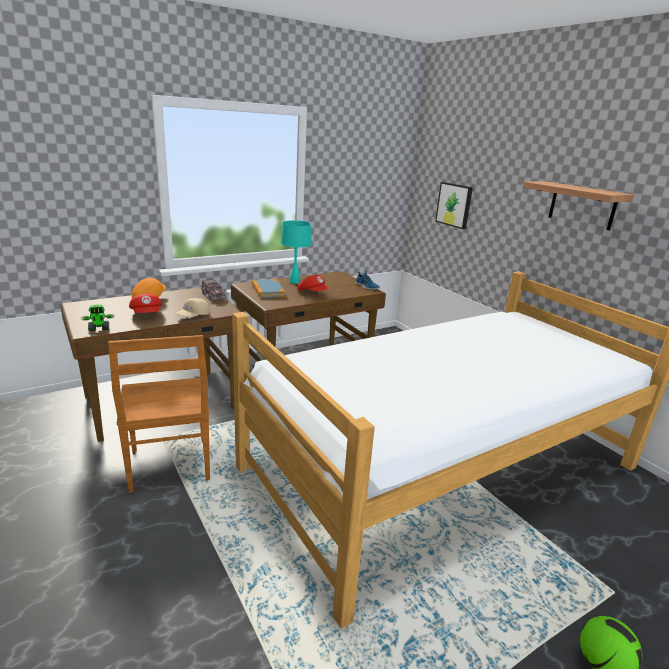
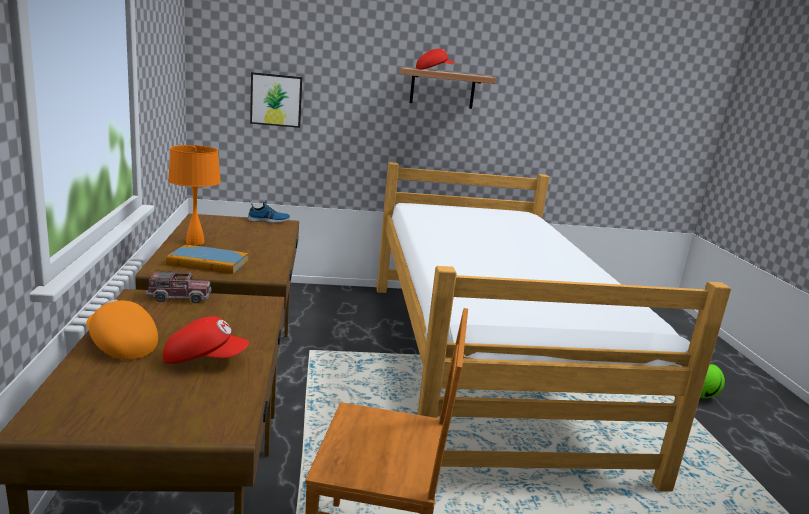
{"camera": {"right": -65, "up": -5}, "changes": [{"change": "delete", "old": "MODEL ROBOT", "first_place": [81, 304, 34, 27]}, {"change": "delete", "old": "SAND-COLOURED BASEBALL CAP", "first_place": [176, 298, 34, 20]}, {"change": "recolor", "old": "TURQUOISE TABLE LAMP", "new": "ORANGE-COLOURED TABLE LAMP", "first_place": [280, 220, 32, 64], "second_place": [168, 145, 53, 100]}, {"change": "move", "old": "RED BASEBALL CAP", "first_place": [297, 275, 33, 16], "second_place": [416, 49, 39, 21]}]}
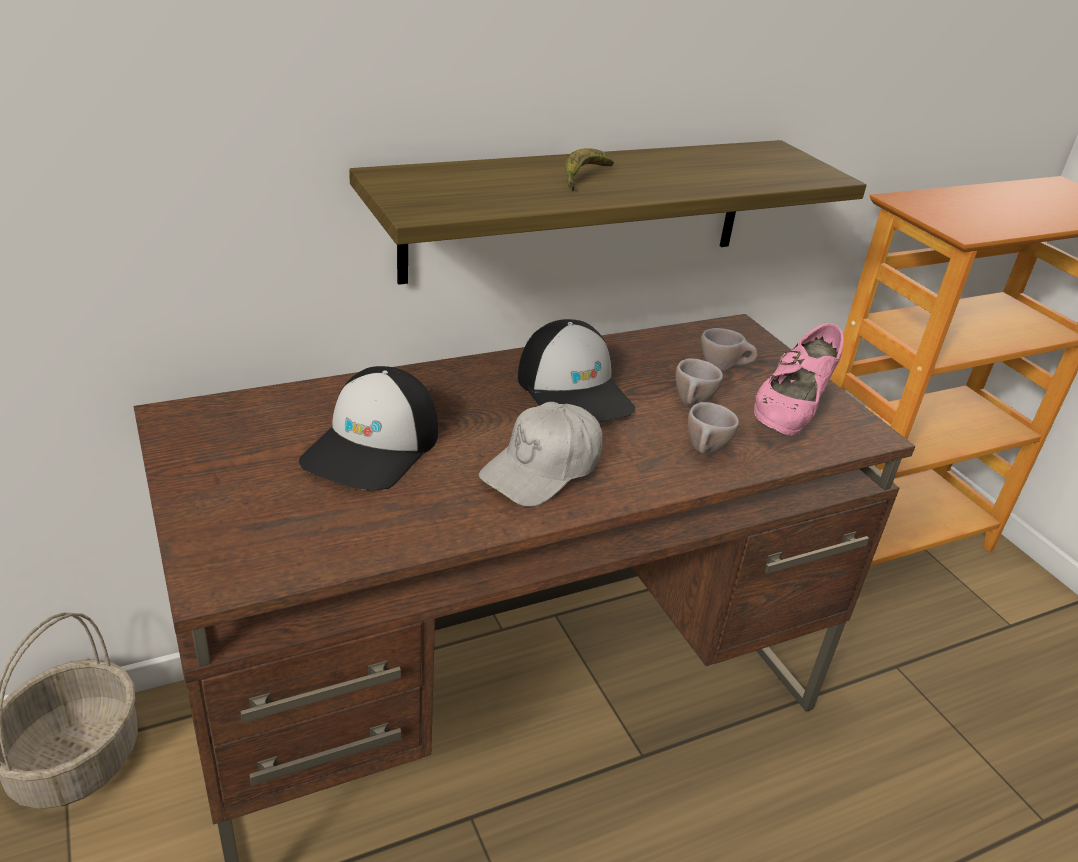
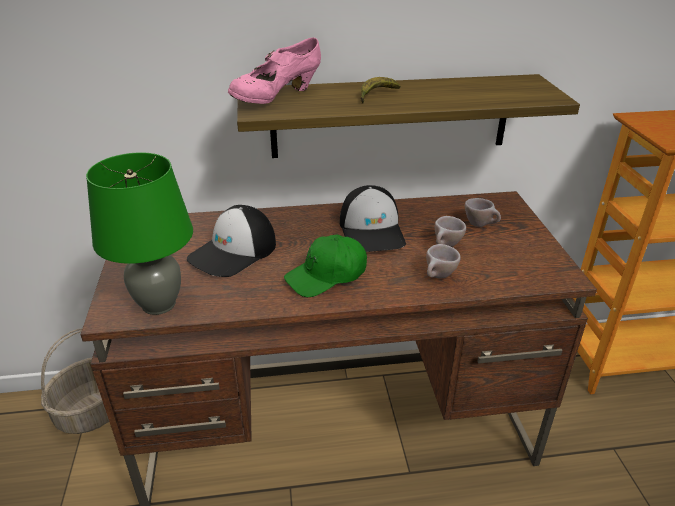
{"camera": {"right": 20, "up": 0}, "changes": [{"change": "recolor", "old": "WHITISH BASEBALL CAP", "new": "GREEN-COLOURED BASEBALL CAP", "first_place": [478, 402, 125, 105], "second_place": [284, 234, 83, 63]}, {"change": "move", "old": "PINK-COLOURED ITEM OF FOOTWEAR", "first_place": [754, 323, 90, 113], "second_place": [228, 37, 93, 67]}, {"change": "insert", "new": "GREEN-COLOURED TABLE LAMP", "second_place": [86, 152, 107, 163]}]}
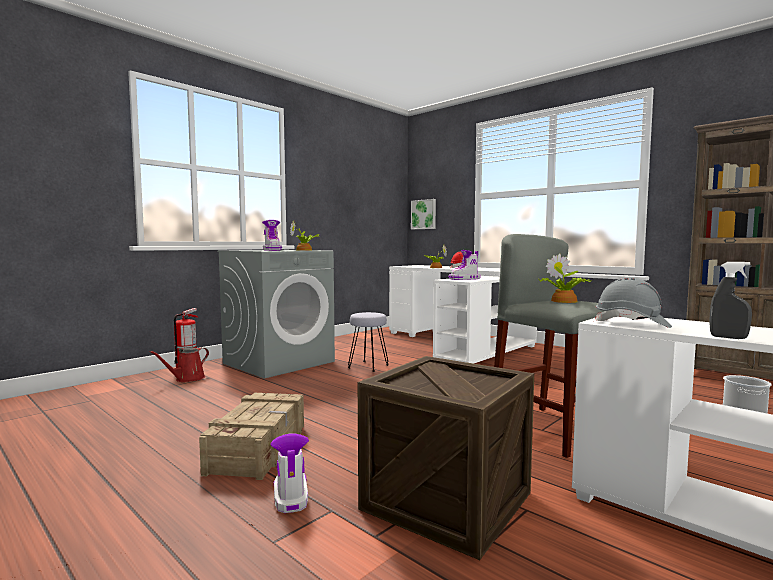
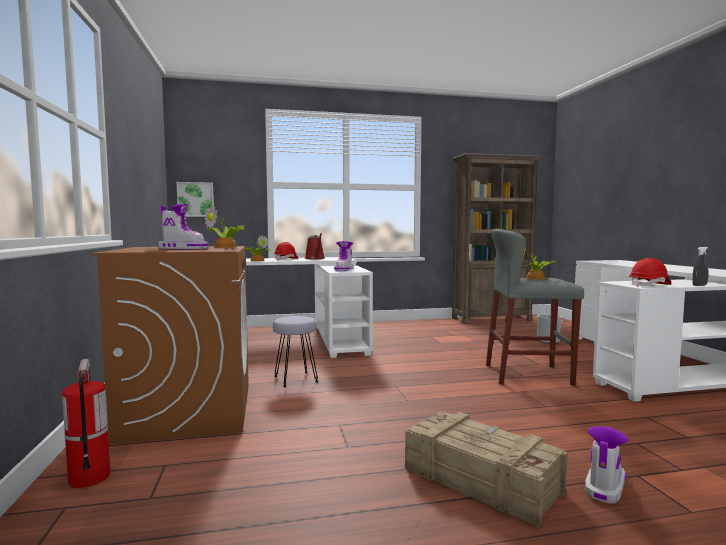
{"camera": {"right": -55, "up": 0}, "changes": [{"change": "move", "old": "RED WATERING POT", "first_place": [150, 347, 59, 35], "second_place": [305, 233, 19, 26]}, {"change": "recolor", "old": "GRAY LAUNDRY APPLIANCE", "new": "BROWN-COLOURED LAUNDRY APPLIANCE", "first_place": [217, 250, 118, 129], "second_place": [92, 246, 157, 198]}, {"change": "rotate", "old": "TALL BOOT", "first_place": [271, 434, 38, 79], "second_place": [585, 426, 44, 77], "degrees": 105}, {"change": "delete", "old": "SHIPPING CRATE", "first_place": [358, 356, 176, 204]}, {"change": "recolor", "old": "GRAY HARD HAT", "new": "RED HARD HAT", "first_place": [594, 277, 78, 51], "second_place": [629, 258, 43, 29]}]}
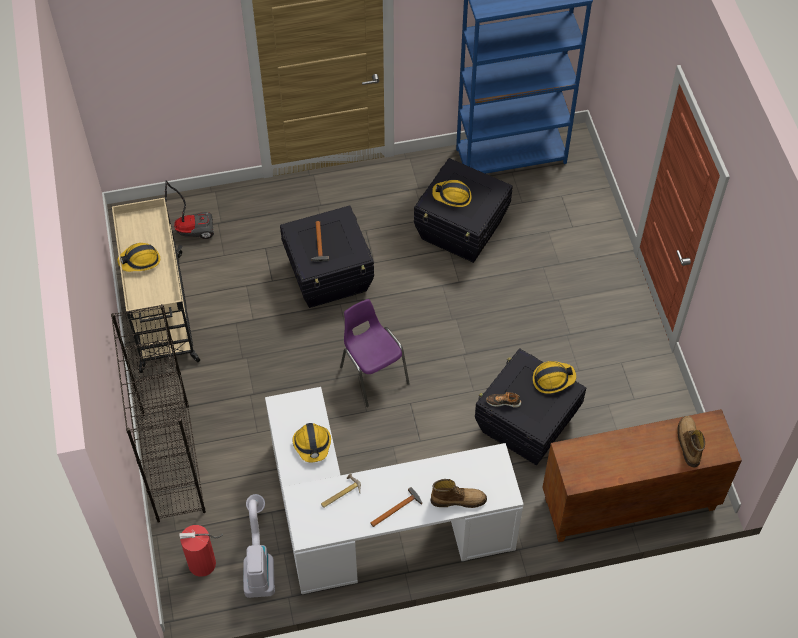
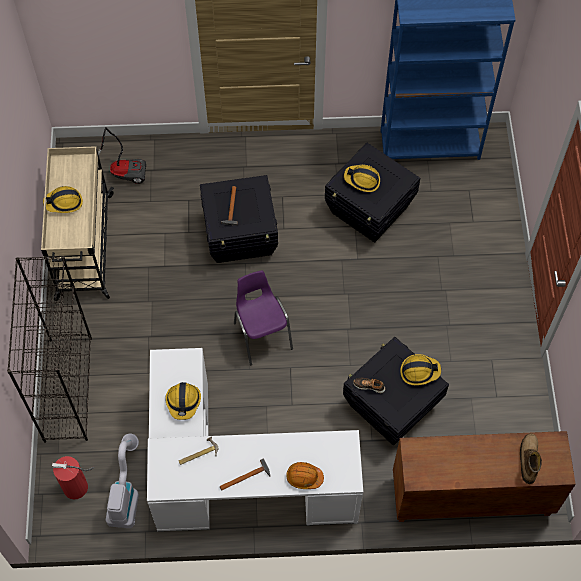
{"camera": {"right": 10, "up": 5}, "changes": [{"change": "replace", "old": "TALL BOOT", "new": "ORANGE-COLOURED HARD HAT", "first_place": [430, 479, 57, 29], "second_place": [287, 462, 37, 27]}]}
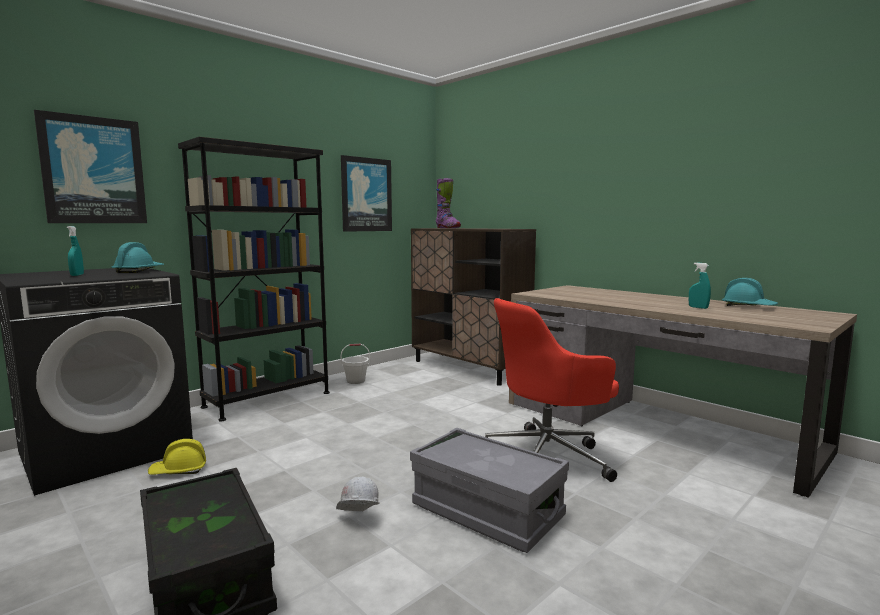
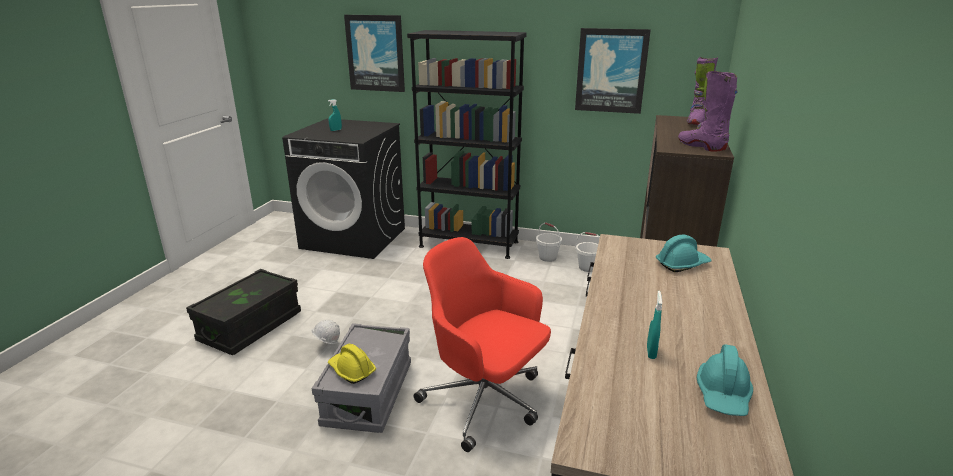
{"camera": {"right": 60, "up": 15}, "changes": [{"change": "move", "old": "TURQUOISE HARD HAT", "first_place": [112, 242, 52, 31], "second_place": [656, 235, 55, 37]}, {"change": "move", "old": "YELLOW-COLOURED HARD HAT", "first_place": [148, 439, 58, 36], "second_place": [328, 344, 48, 40]}, {"change": "insert", "new": "WHITISH WATER BUCKET", "second_place": [575, 232, 25, 40]}, {"change": "insert", "new": "PURPLE TALL BOOT", "second_place": [678, 71, 60, 81]}]}
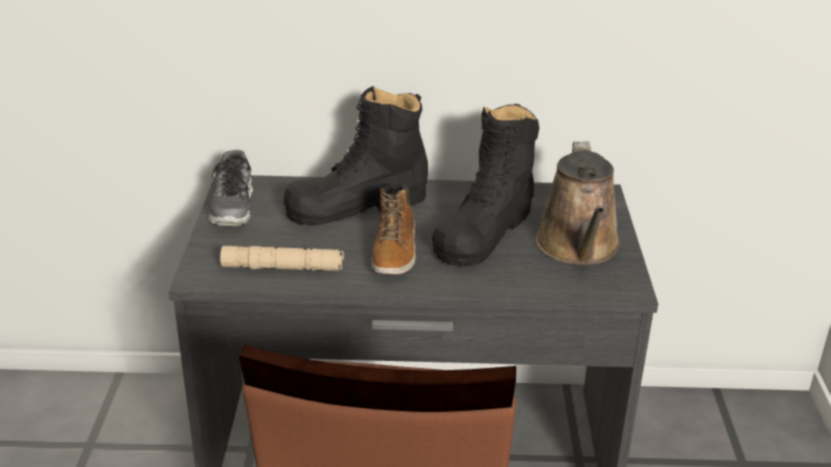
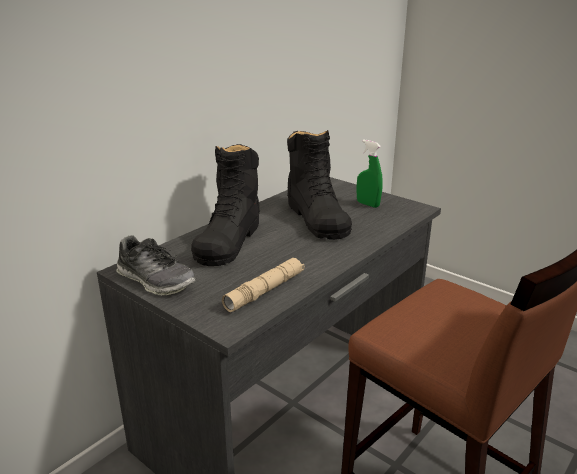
{"camera": {"right": -50, "up": -5}, "changes": [{"change": "delete", "old": "TALL BOOT", "first_place": [372, 184, 44, 91]}, {"change": "replace", "old": "BROWN-COLOURED WATERING POT", "new": "GREEN-COLOURED SPRAY BOTTLE", "first_place": [536, 141, 84, 124], "second_place": [357, 139, 26, 69]}]}
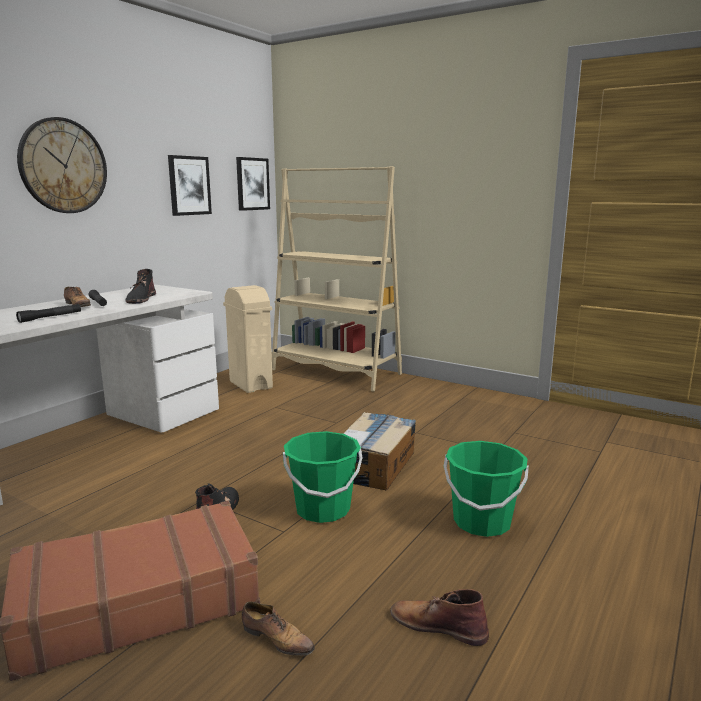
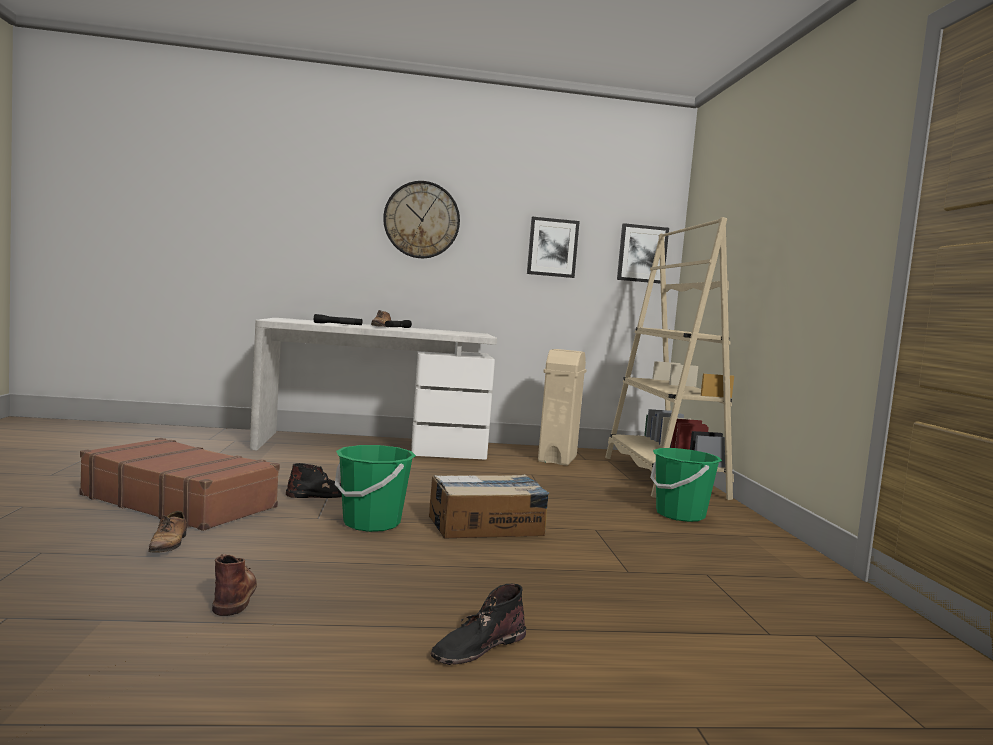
{"camera": {"right": 50, "up": -10}, "changes": [{"change": "move", "old": "BLACK-COLOURED TALL BOOT", "first_place": [126, 269, 30, 35], "second_place": [431, 583, 95, 82]}, {"change": "move", "old": "GREEN-COLOURED WATER BUCKET", "first_place": [444, 441, 85, 96], "second_place": [650, 448, 72, 74]}]}
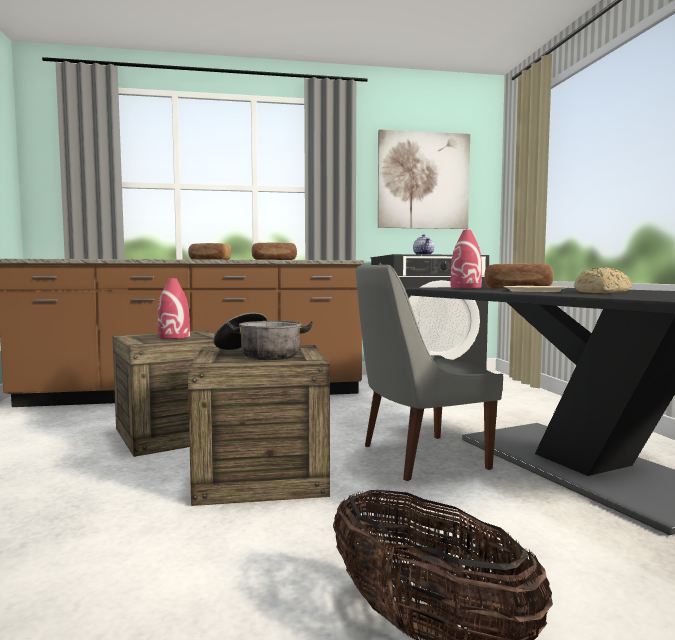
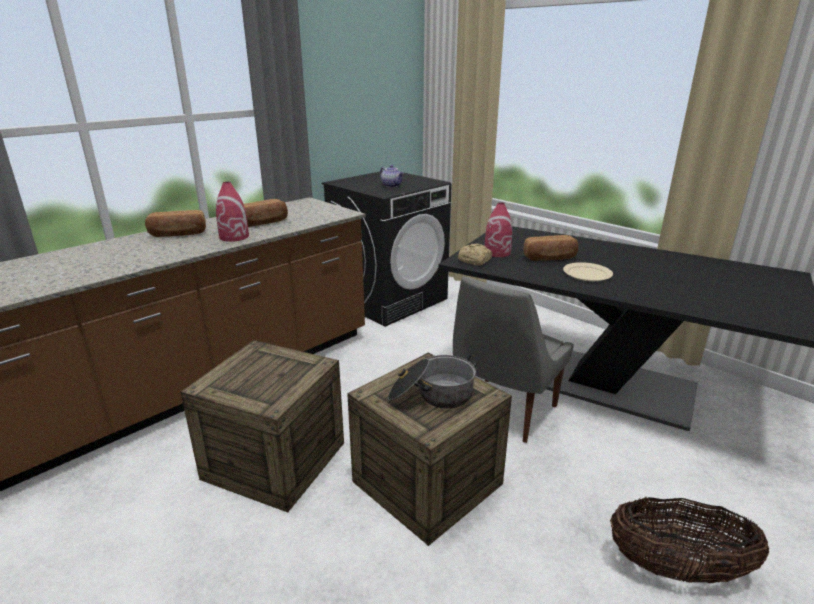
{"camera": {"right": -35, "up": 20}, "changes": [{"change": "move", "old": "RED VASE", "first_place": [158, 278, 32, 61], "second_place": [216, 182, 33, 60]}, {"change": "delete", "old": "WALL PICTURE", "first_place": [378, 130, 92, 99]}, {"change": "move", "old": "BREAD", "first_place": [574, 267, 58, 26], "second_place": [458, 243, 34, 23]}]}
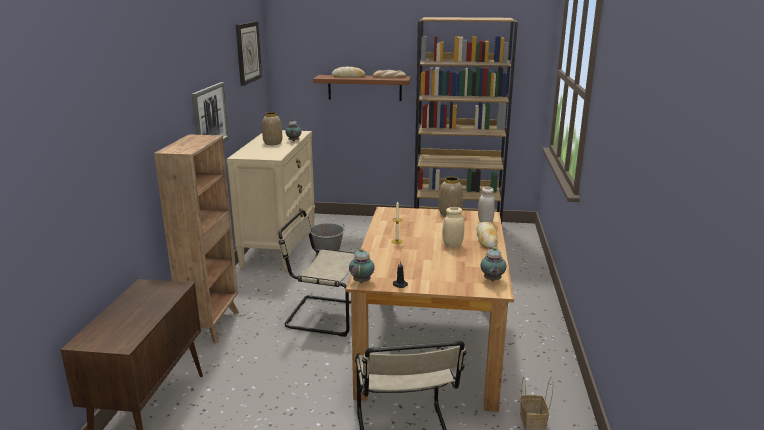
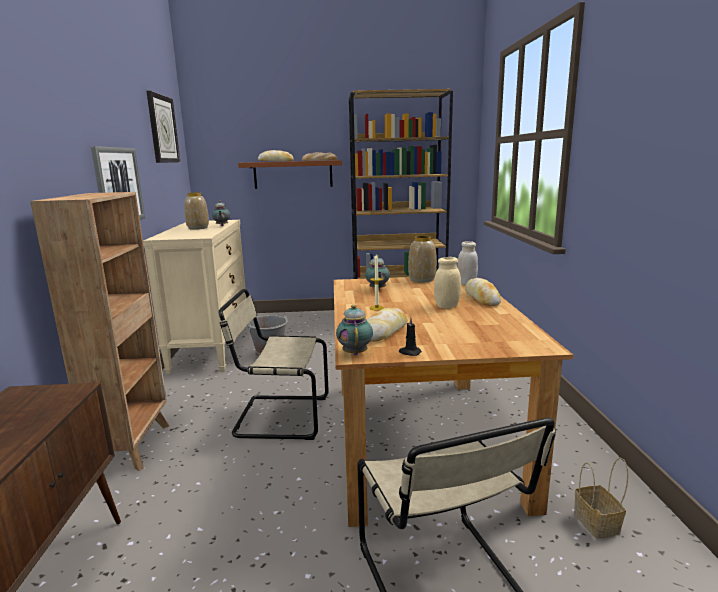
{"camera": {"right": -10, "up": -5}, "changes": [{"change": "move", "old": "TEAPOT", "first_place": [481, 247, 26, 34], "second_place": [365, 255, 25, 34]}, {"change": "insert", "new": "BREAD", "second_place": [366, 307, 41, 35]}]}
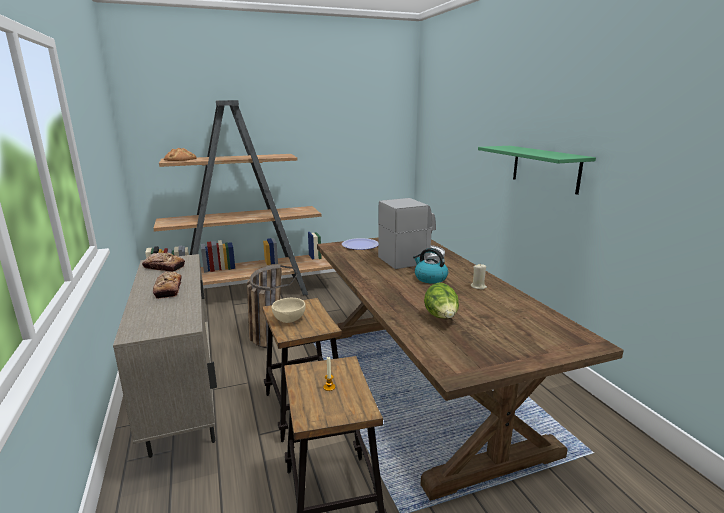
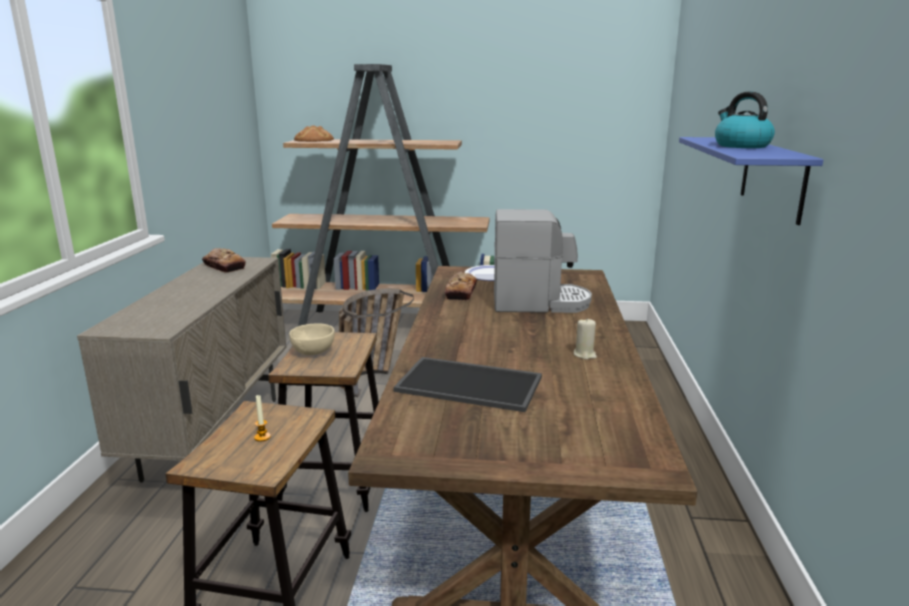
{"camera": {"right": 25, "up": 0}, "changes": [{"change": "move", "old": "BREAD", "first_place": [153, 271, 29, 28], "second_place": [445, 271, 32, 29]}, {"change": "move", "old": "KETTLE", "first_place": [413, 248, 35, 36], "second_place": [715, 92, 60, 56]}, {"change": "replace", "old": "LETTUCE", "new": "SERVING TRAY", "first_place": [424, 283, 35, 35], "second_place": [393, 357, 149, 55]}, {"change": "recolor", "old": "GREEN-COLOURED BRACKET SHELF", "new": "BLUE-COLOURED BRACKET SHELF", "first_place": [478, 146, 118, 49], "second_place": [679, 137, 145, 88]}]}
